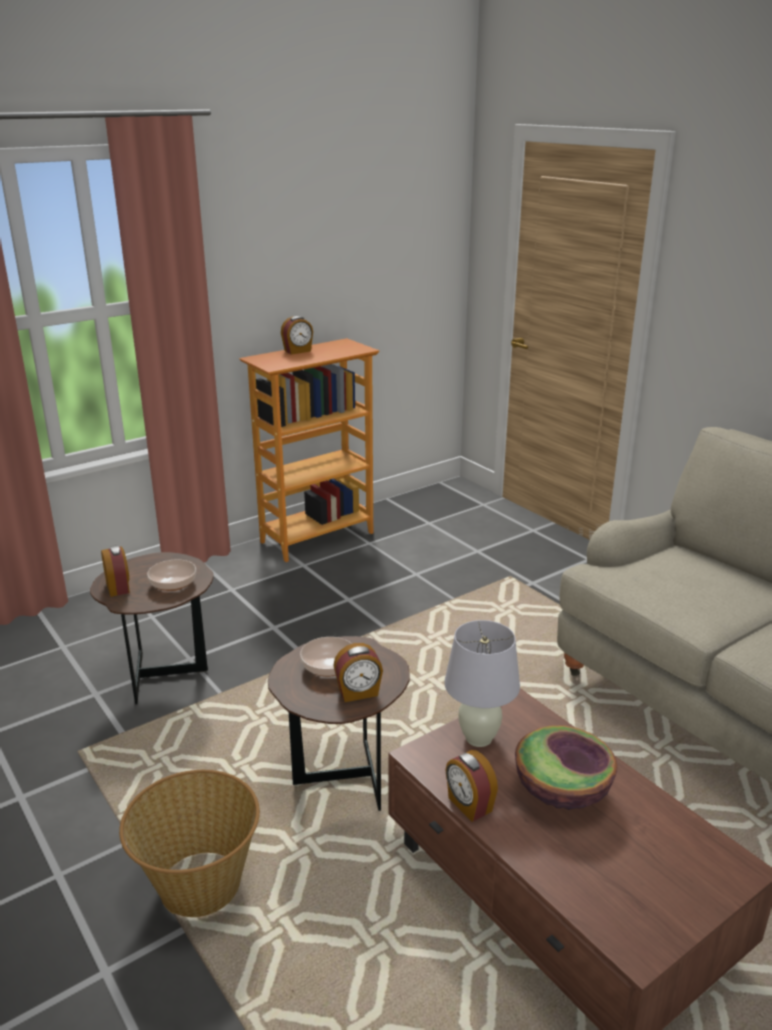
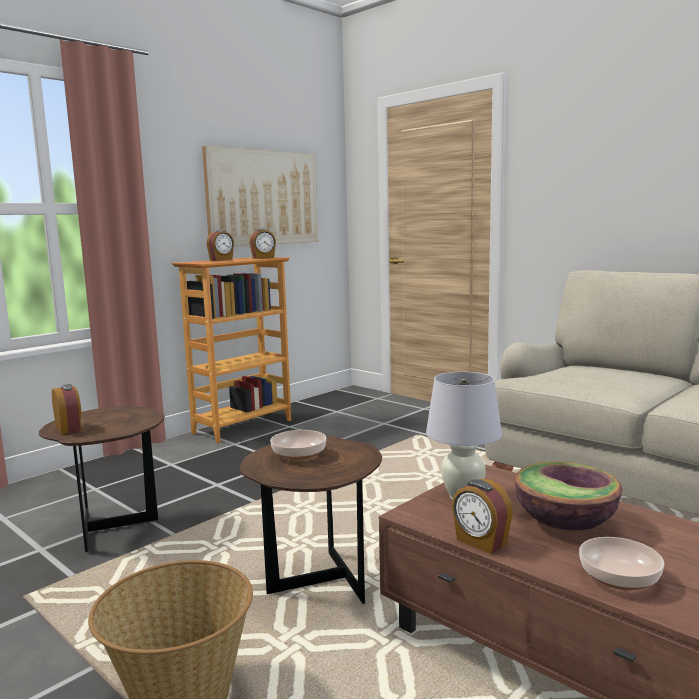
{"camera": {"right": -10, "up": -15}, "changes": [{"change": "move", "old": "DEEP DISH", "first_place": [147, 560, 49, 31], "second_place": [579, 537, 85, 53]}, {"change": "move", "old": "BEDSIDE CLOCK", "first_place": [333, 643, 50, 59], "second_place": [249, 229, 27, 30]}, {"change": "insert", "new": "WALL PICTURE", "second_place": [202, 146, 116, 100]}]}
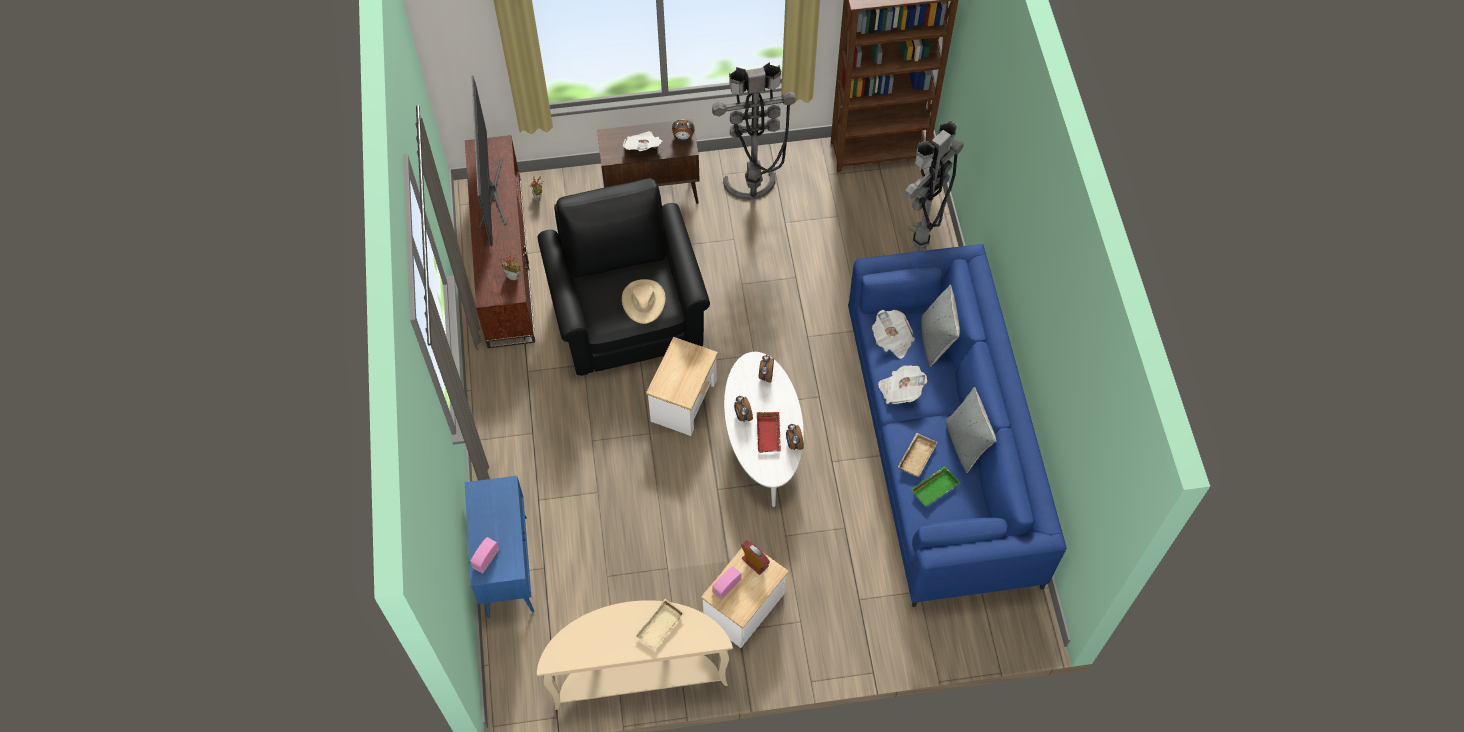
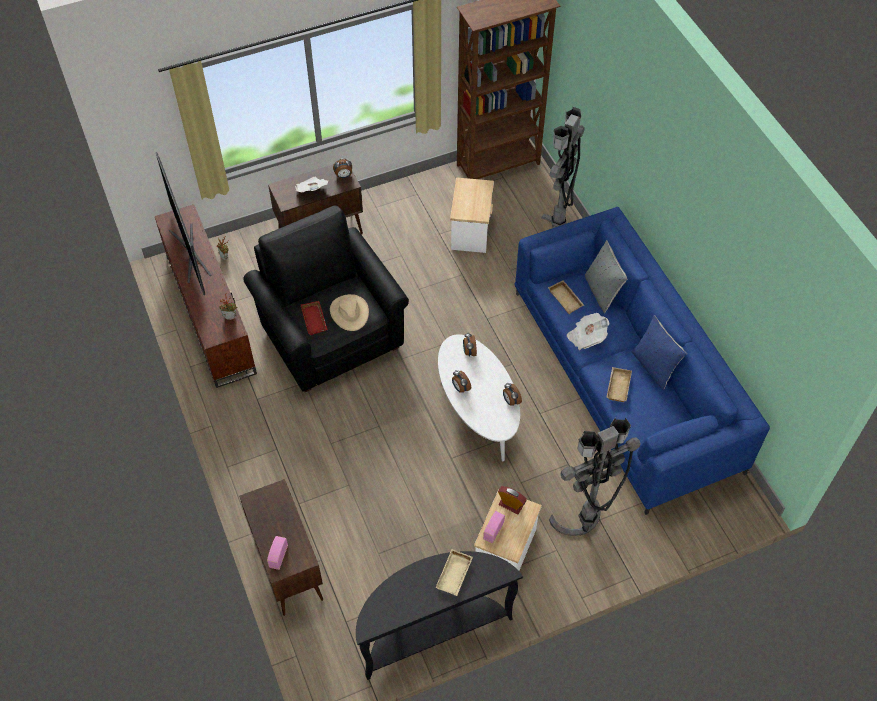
{"camera": {"right": -15, "up": -5}, "changes": [{"change": "recolor", "old": "BLUE-COLOURED STORAGE CABINET", "new": "BROWN-COLOURED STORAGE CABINET", "first_place": [465, 476, 69, 143], "second_place": [239, 479, 84, 137]}, {"change": "recolor", "old": "SAND-COLOURED CONSOLE TABLE", "new": "BLACK-COLOURED CONSOLE TABLE", "first_place": [537, 600, 196, 110], "second_place": [356, 551, 167, 129]}, {"change": "move", "old": "END TABLE", "first_place": [646, 337, 72, 99], "second_place": [450, 177, 44, 76]}, {"change": "move", "old": "GRAY STANDARD LAMP", "first_place": [712, 62, 83, 138], "second_place": [549, 417, 92, 119]}, {"change": "move", "old": "RED SERVING TRAY", "first_place": [757, 412, 24, 41], "second_place": [301, 301, 27, 34]}, {"change": "replace", "old": "PRINTED PAPER", "new": "SAND-COLOURED SERVING TRAY", "first_place": [872, 310, 43, 49], "second_place": [548, 280, 36, 34]}, {"change": "delete", "old": "GREEN-COLOURED SERVING TRAY", "first_place": [911, 466, 49, 40]}, {"change": "recolor", "old": "GRAY CUSHION", "new": "BLUE-COLOURED CUSHION", "first_place": [946, 387, 50, 86], "second_place": [632, 315, 55, 75]}]}
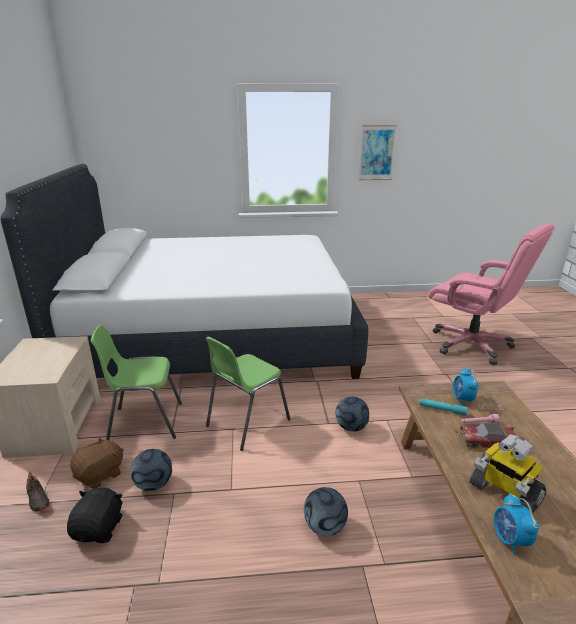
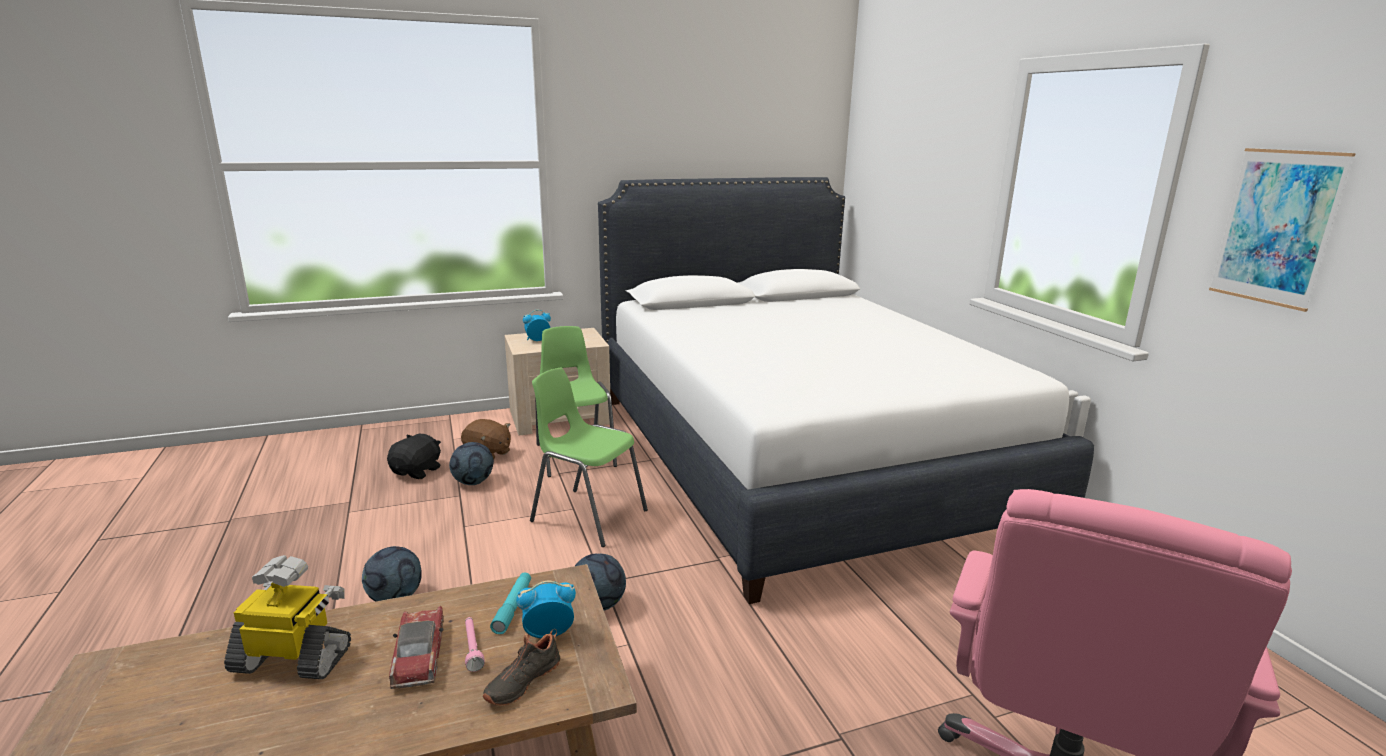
{"camera": {"right": 75, "up": -5}, "changes": [{"change": "move", "old": "BLACK-COLOURED ITEM OF FOOTWEAR", "first_place": [26, 472, 24, 40], "second_place": [483, 629, 77, 77]}, {"change": "rotate", "old": "BLACK-COLOURED CUDDLY TOY", "first_place": [67, 488, 56, 55], "second_place": [387, 434, 54, 45], "degrees": -60}, {"change": "rotate", "old": "MODEL ROBOT", "first_place": [469, 434, 78, 80], "second_place": [224, 555, 127, 124], "degrees": 60}, {"change": "move", "old": "BEDSIDE CLOCK", "first_place": [494, 493, 45, 62], "second_place": [523, 310, 28, 31]}]}
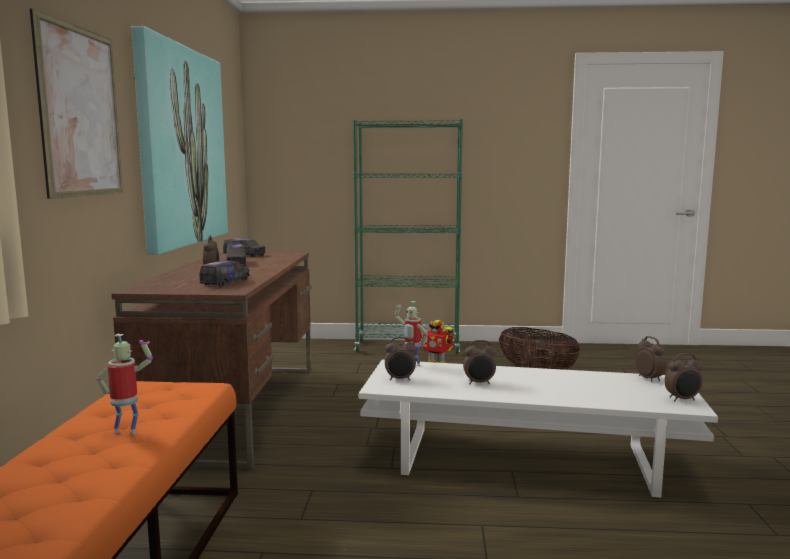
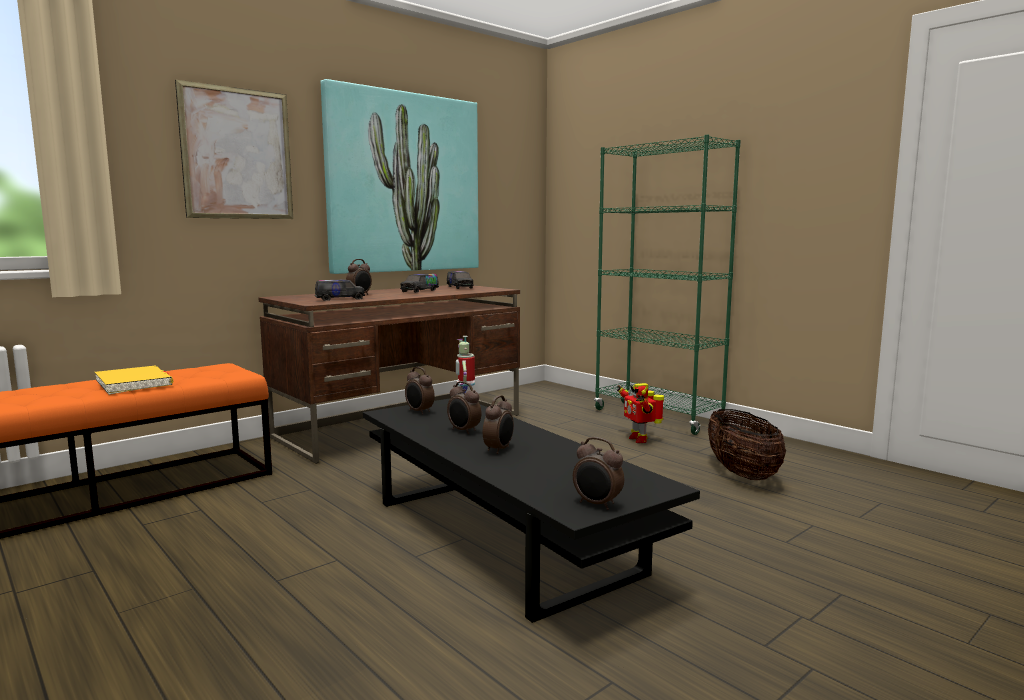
{"camera": {"right": 45, "up": 0}, "changes": [{"change": "replace", "old": "MODEL ROBOT", "new": "YELLOW-COLOURED BOOK", "first_place": [97, 334, 56, 100], "second_place": [94, 366, 79, 29]}, {"change": "recolor", "old": "WHITISH LOUNGE TABLE", "new": "BLACK-COLOURED LOUNGE TABLE", "first_place": [359, 360, 359, 138], "second_place": [363, 399, 337, 224]}, {"change": "move", "old": "BEDSIDE CLOCK", "first_place": [635, 336, 31, 46], "second_place": [483, 395, 31, 59]}]}
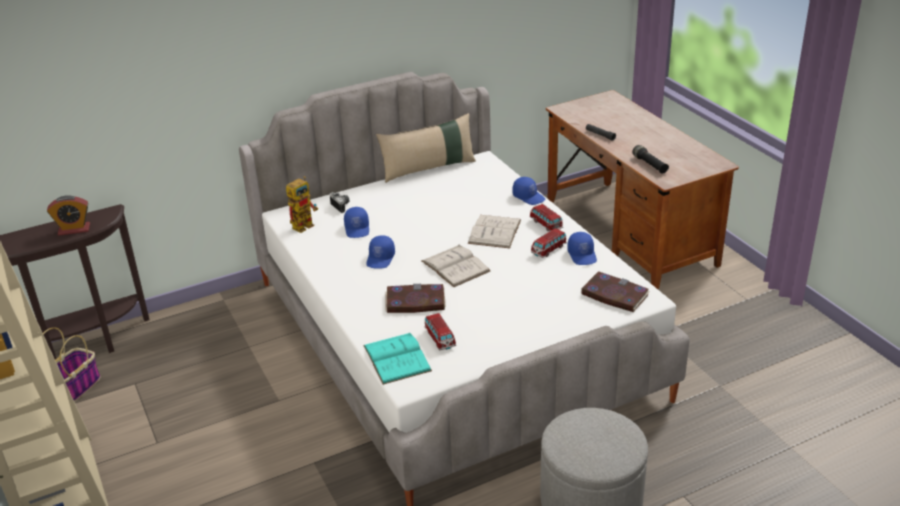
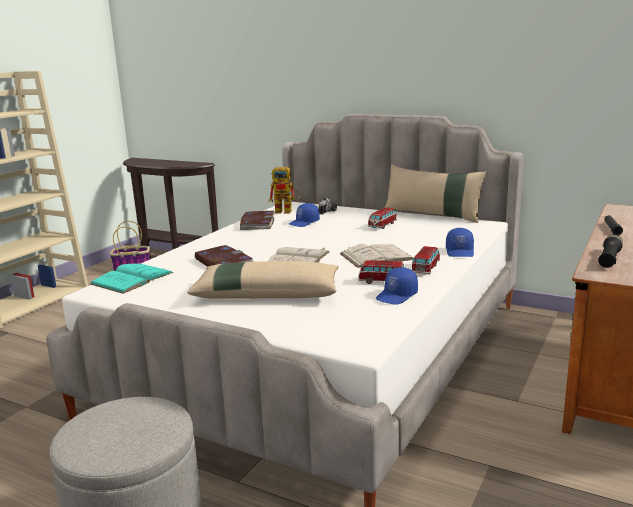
{"camera": {"right": 55, "up": -15}, "changes": [{"change": "delete", "old": "BEDSIDE CLOCK", "first_place": [47, 195, 43, 41]}, {"change": "delete", "old": "BLUE-COLOURED BASEBALL CAP", "first_place": [366, 235, 29, 34]}, {"change": "move", "old": "MINIATURE CAR", "first_place": [424, 313, 32, 37], "second_place": [368, 207, 29, 22]}, {"change": "move", "old": "BOOK", "first_place": [581, 271, 69, 41], "second_place": [240, 211, 34, 19]}, {"change": "insert", "new": "SAND-COLOURED CUSHION", "second_place": [187, 261, 152, 38]}]}
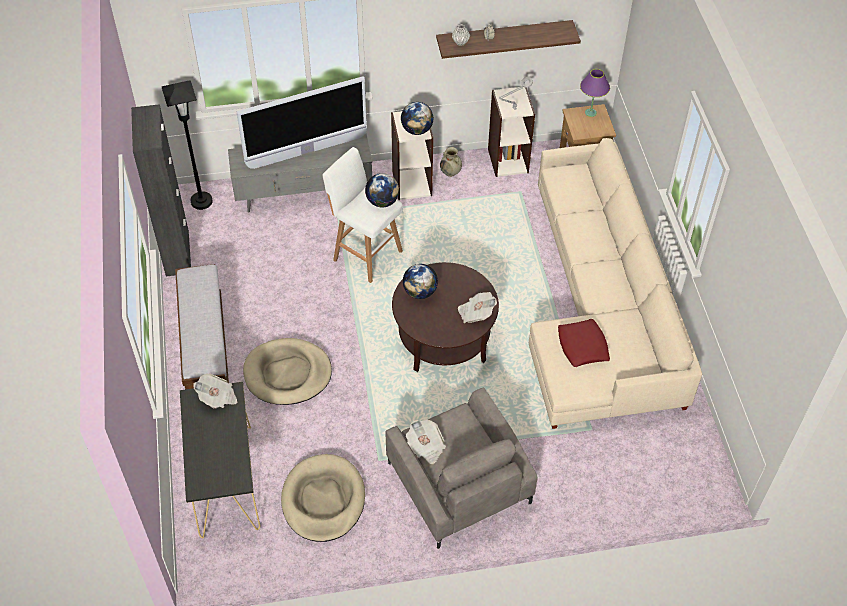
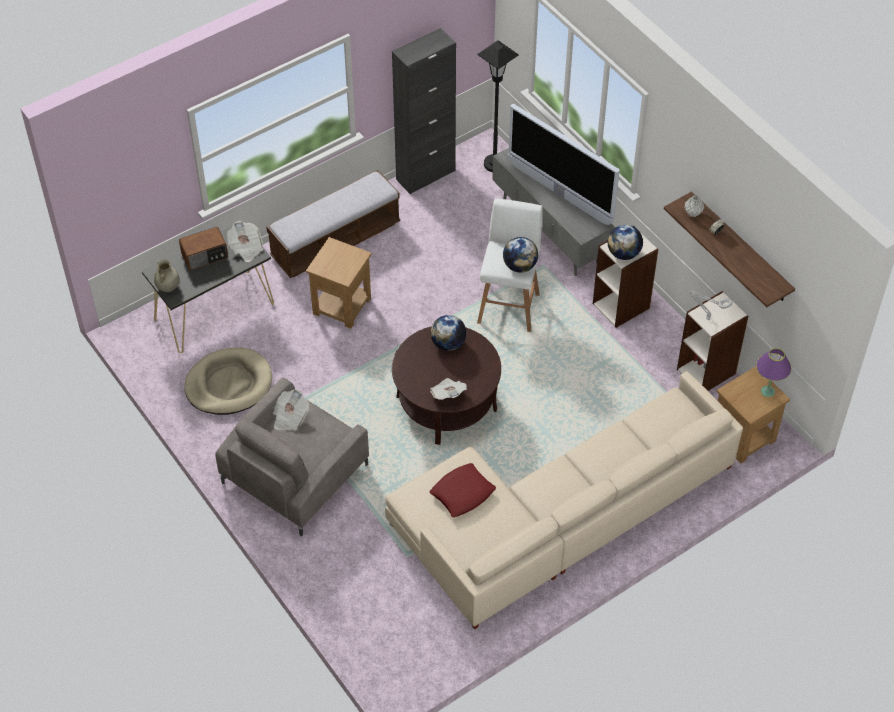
{"camera": {"right": 65, "up": 0}, "changes": [{"change": "replace", "old": "SAND-COLOURED PET BED", "new": "BROWN-COLOURED END TABLE", "first_place": [243, 338, 89, 67], "second_place": [306, 237, 66, 92]}, {"change": "move", "old": "SAND-COLOURED VASE", "first_place": [440, 147, 22, 30], "second_place": [154, 259, 26, 33]}, {"change": "insert", "new": "RADIO RECEIVER", "second_place": [179, 227, 49, 43]}]}
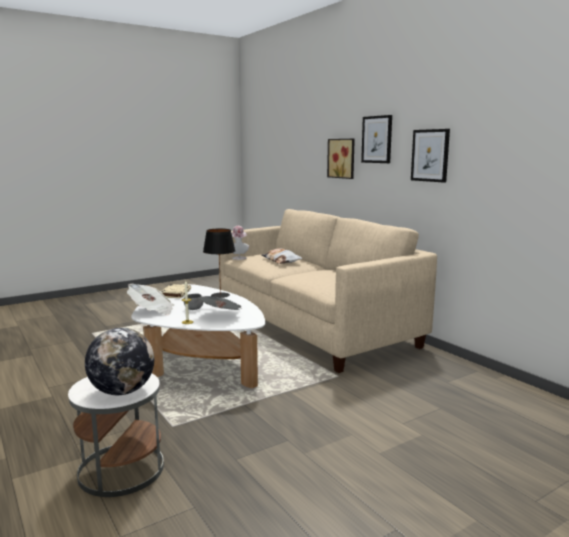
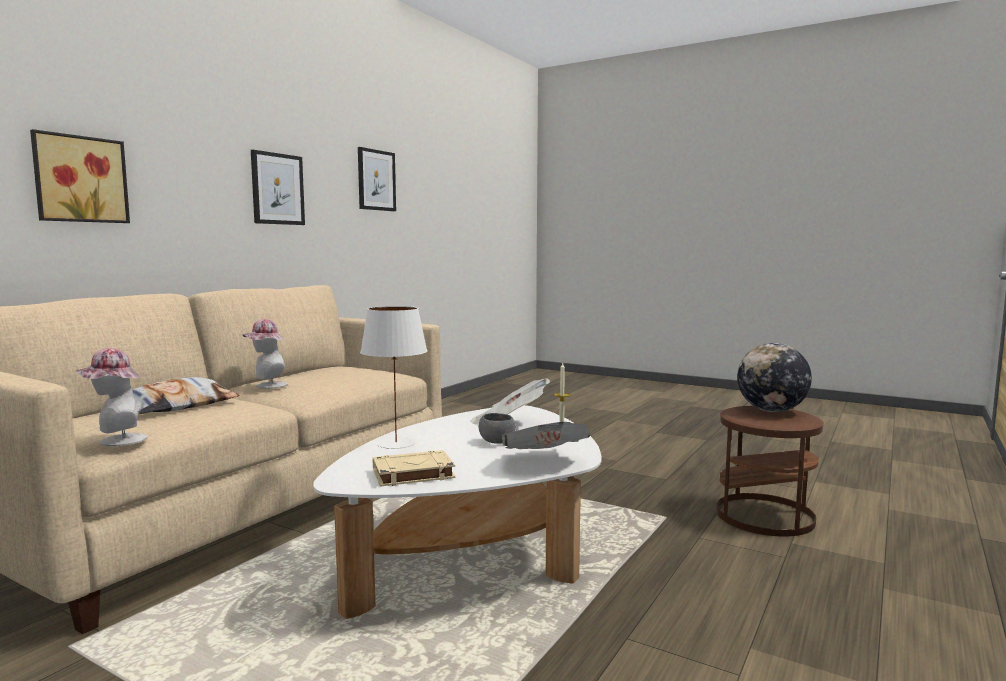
{"camera": {"right": -115, "up": -5}, "changes": [{"change": "recolor", "old": "WHITISH END TABLE", "new": "BROWN-COLOURED END TABLE", "first_place": [68, 373, 96, 124], "second_place": [716, 406, 108, 131]}, {"change": "recolor", "old": "BLACK-COLOURED TABLE LAMP", "new": "WHITISH TABLE LAMP", "first_place": [203, 228, 32, 70], "second_place": [360, 306, 67, 143]}, {"change": "move", "old": "WALL PICTURE", "first_place": [361, 115, 31, 48], "second_place": [358, 147, 38, 64]}, {"change": "insert", "new": "CLOTHING HAT", "second_place": [243, 319, 45, 70]}]}
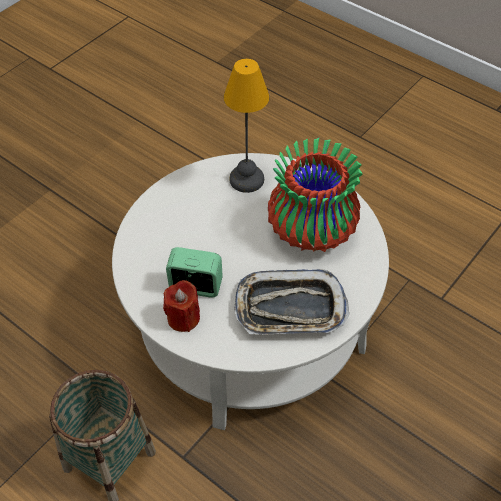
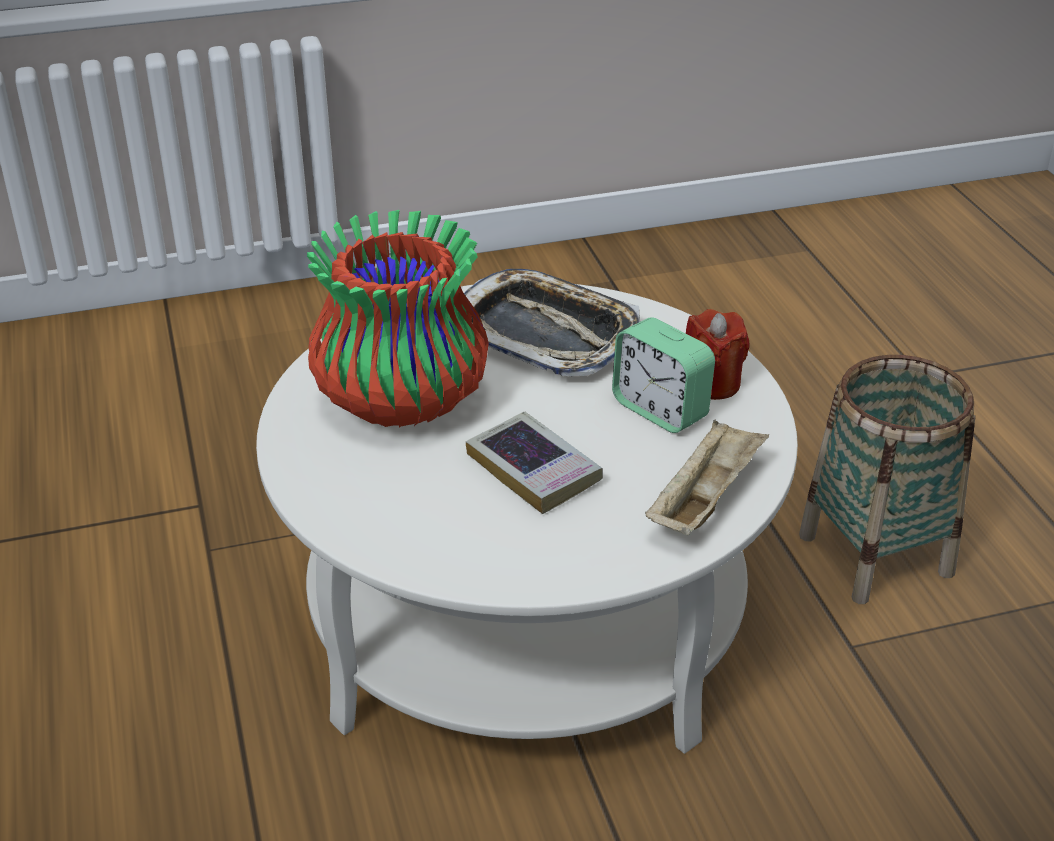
{"camera": {"right": -145, "up": -15}, "changes": [{"change": "delete", "old": "TABLE LAMP", "first_place": [224, 59, 45, 134]}, {"change": "insert", "new": "BOOK", "second_place": [466, 412, 137, 102]}, {"change": "insert", "new": "SAND-COLOURED SERVING TRAY", "second_place": [645, 419, 124, 116]}]}
